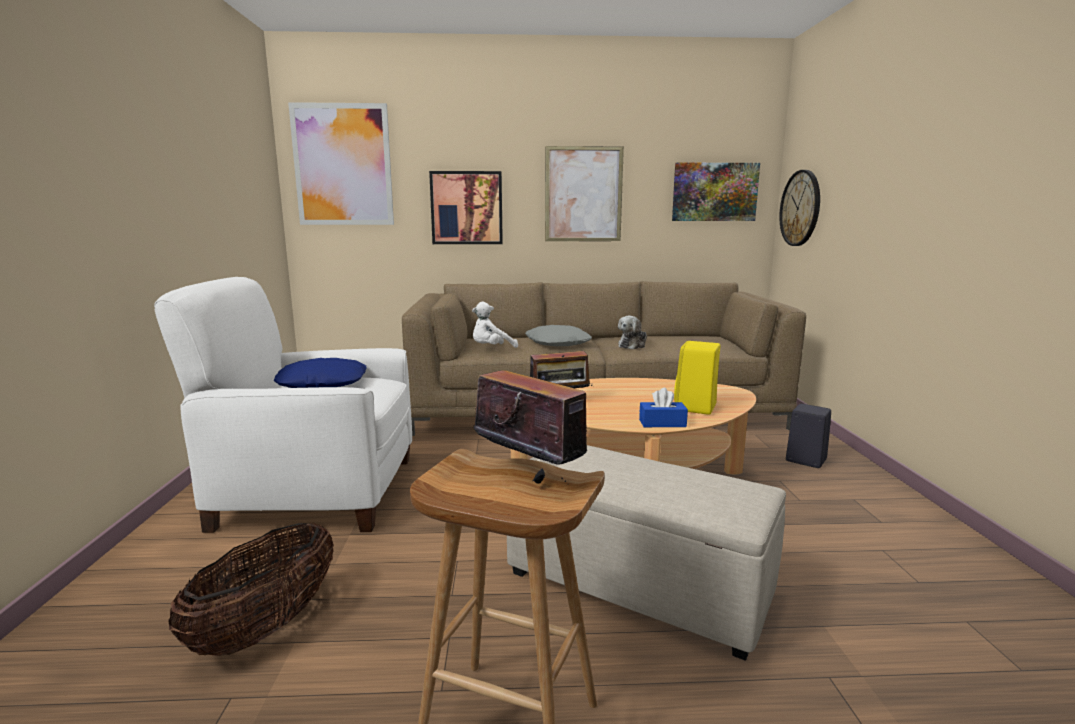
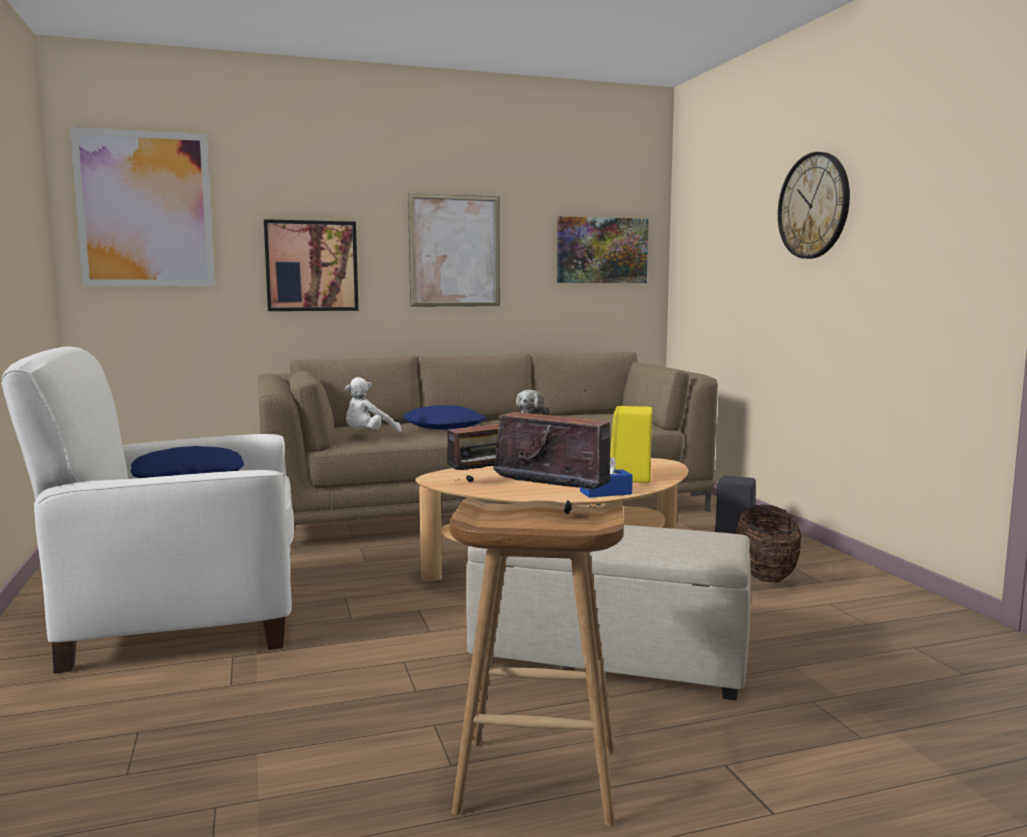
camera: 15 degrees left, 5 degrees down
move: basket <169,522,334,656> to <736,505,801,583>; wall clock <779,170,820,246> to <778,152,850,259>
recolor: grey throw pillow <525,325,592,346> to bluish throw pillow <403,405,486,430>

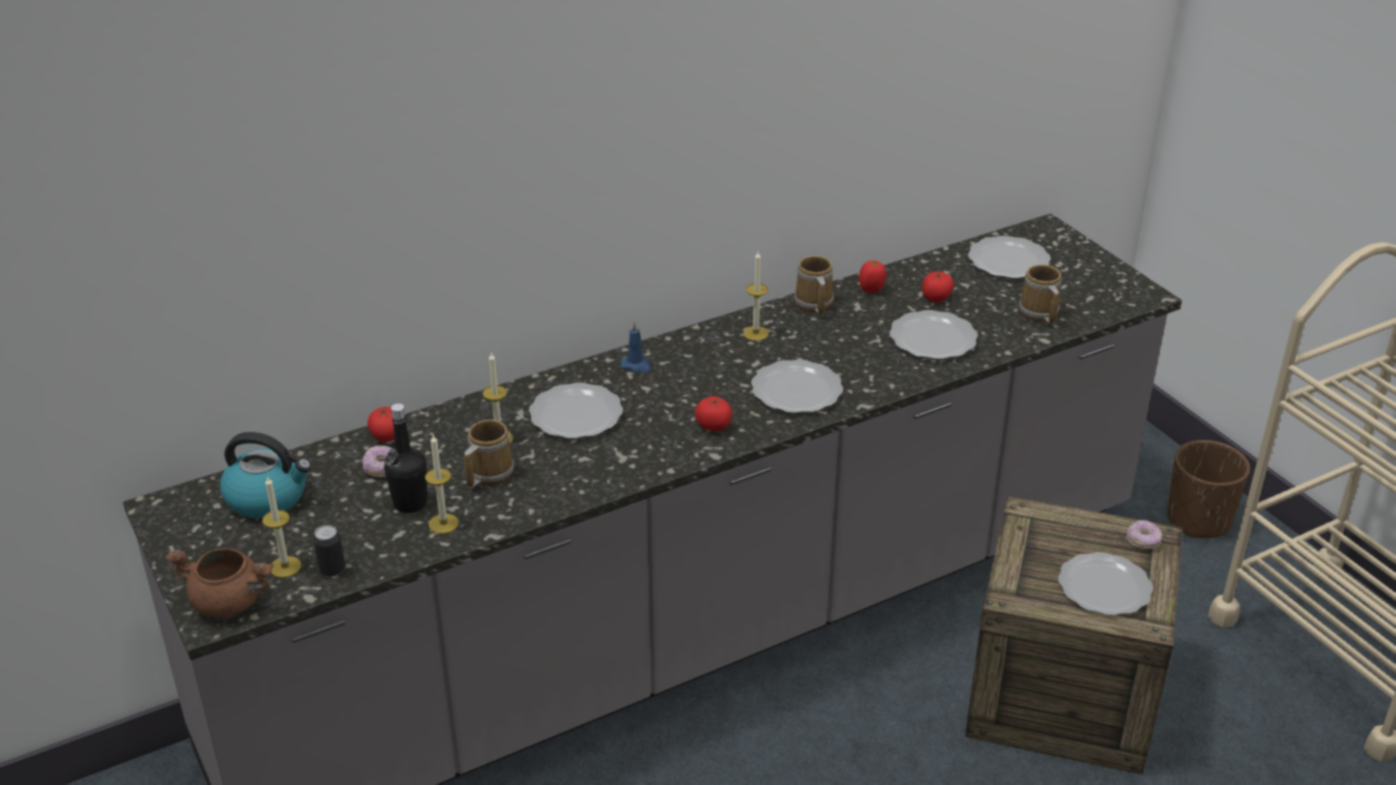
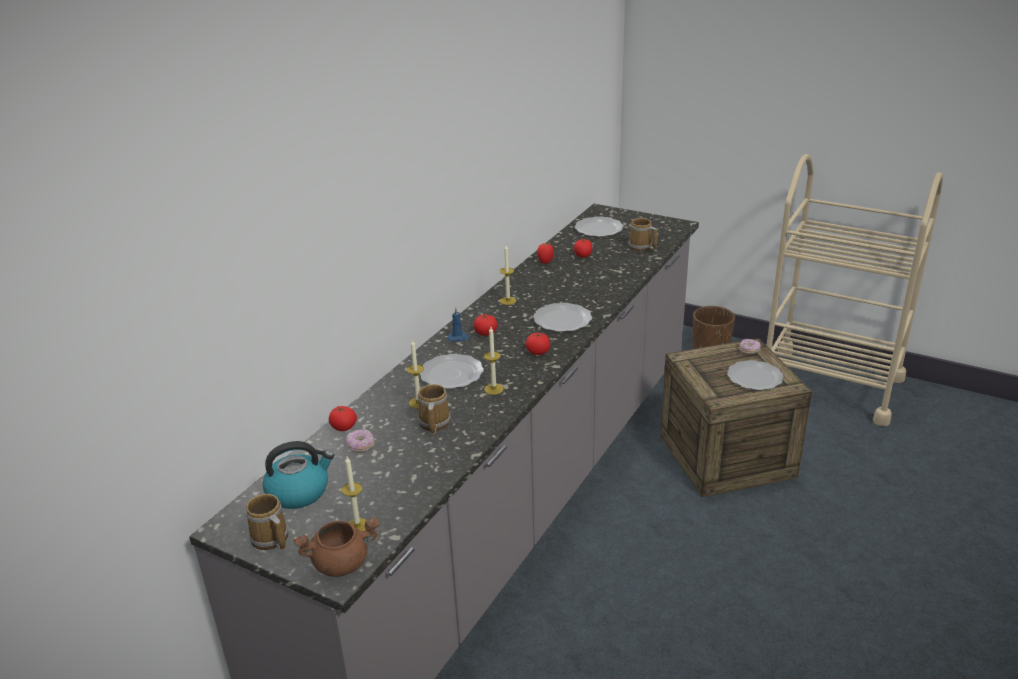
camera: 30 degrees left, 5 degrees down
delete: metal can <313,525,345,577>; black-coloured bottle <384,404,428,513>; plate <889,310,978,359>
insert: fresh tomato <474,315,497,336>
move: mug <794,256,834,315> to <246,494,288,550>; wax candle <425,435,459,534> to <484,327,504,395>

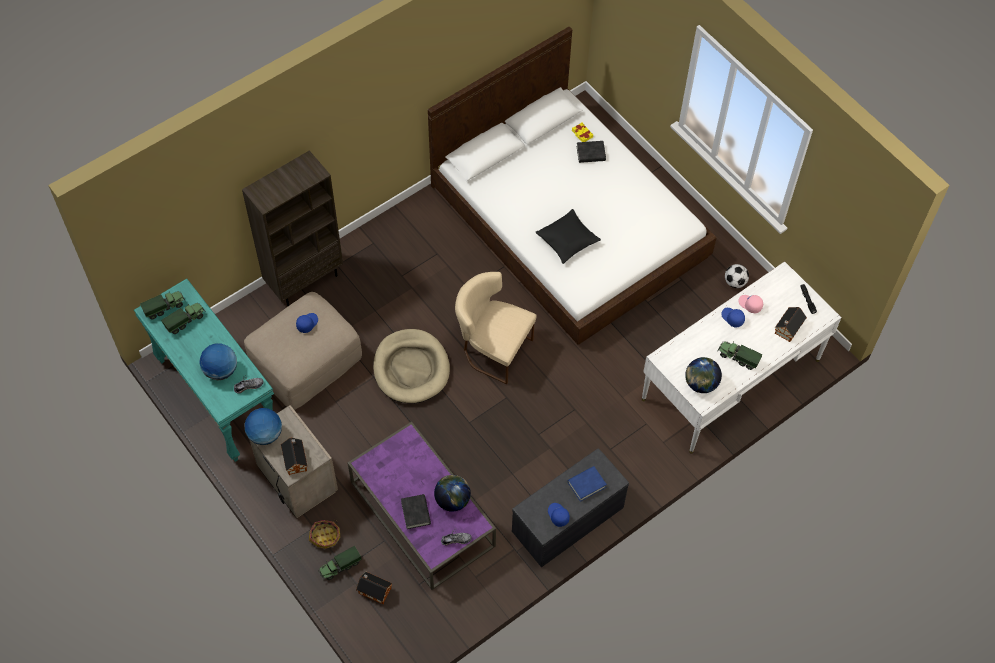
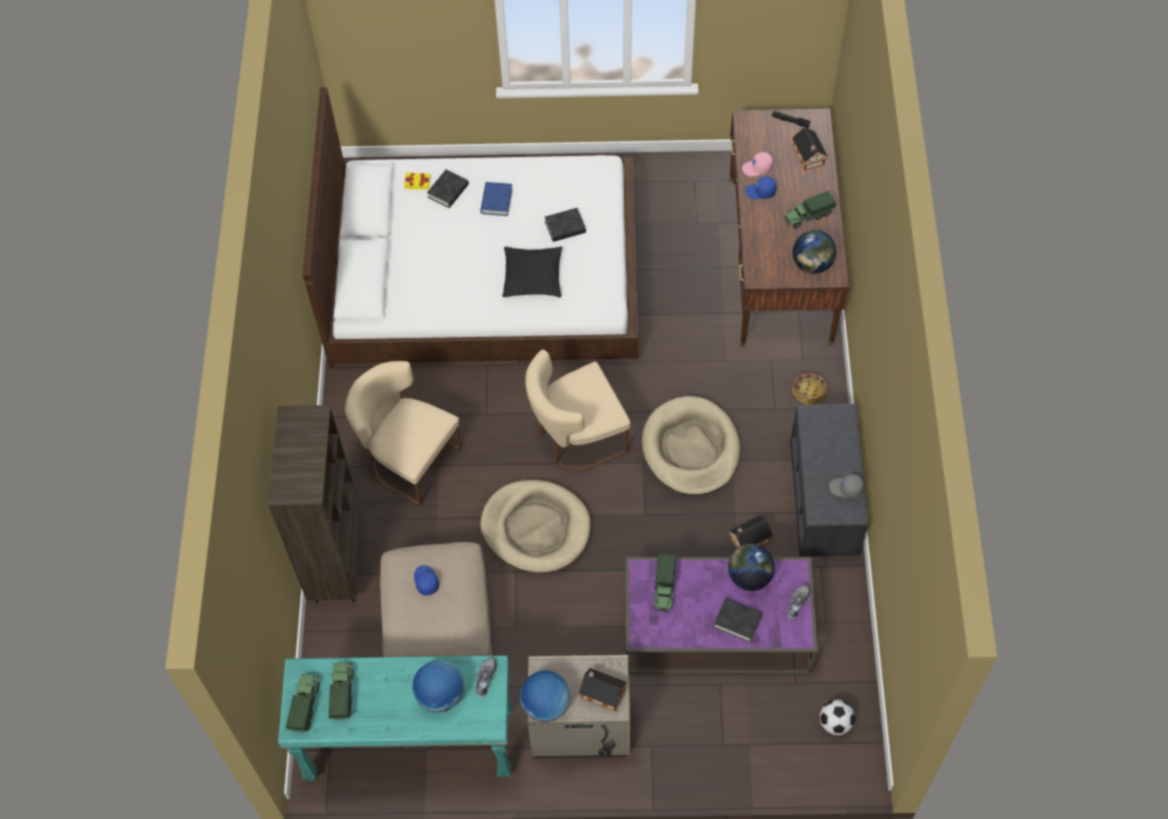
camera: 50 degrees left, 0 degrees up
insert: sand-coloured upright chair <345,361,462,506>; black-coloured volume <545,208,586,242>; sand-coloured dog cushion <642,396,740,495>
move: bluish volume <568,466,607,502> to <480,182,512,216>; model truck <318,546,362,580> to <653,555,676,612>; model house <356,572,392,604> to <729,515,773,548>; basket <309,520,340,549> to <792,372,829,404>; football <725,264,749,288> to <820,700,855,735>
recolor: whitish desk unit <642,261,842,454> to brown-coloured desk unit <729,109,849,347>; bluish peaked cap <548,503,570,527> to grey peaked cap <829,474,864,498>

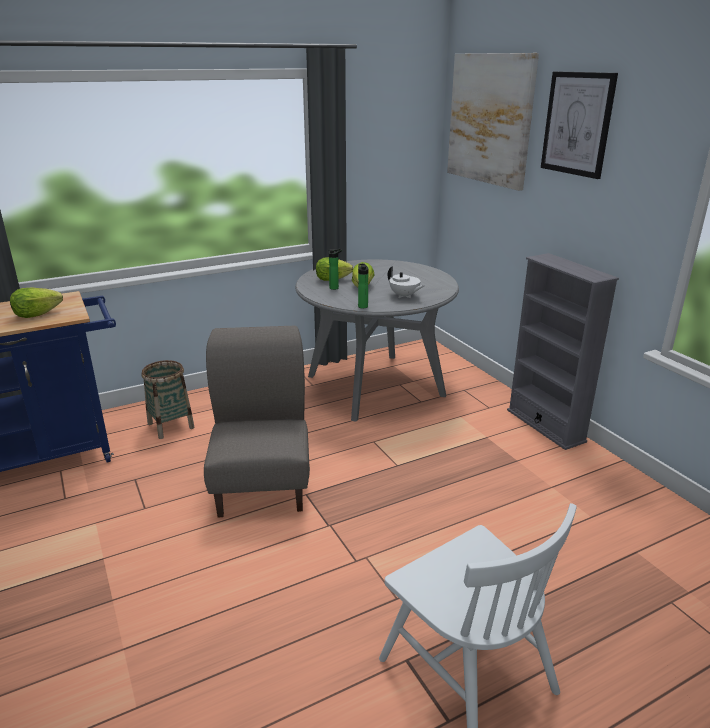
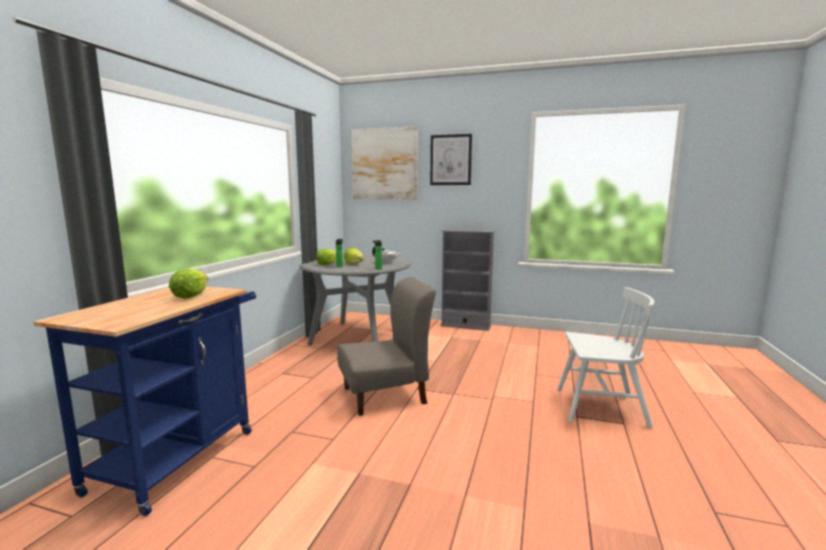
camera: 45 degrees left, 15 degrees down
delete: basket <141,360,194,439>
rotate: grey upright chair <204,326,310,518> = <337,277,436,416> 120 degrees clockwise

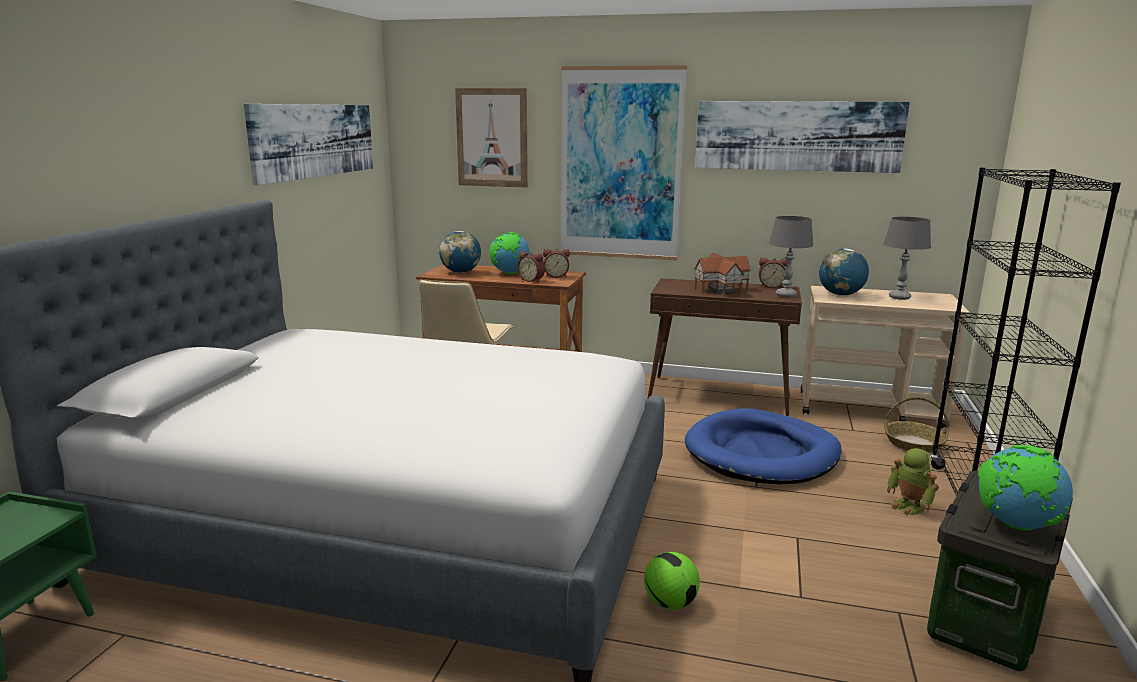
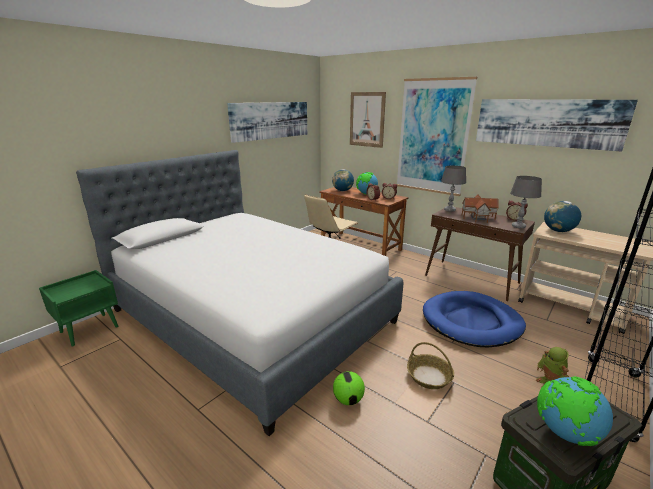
camera: 25 degrees right, 5 degrees up
move: basket <884,397,949,453> to <407,342,454,389>; grey tabletop lamp <884,217,931,300> to <441,166,466,212>

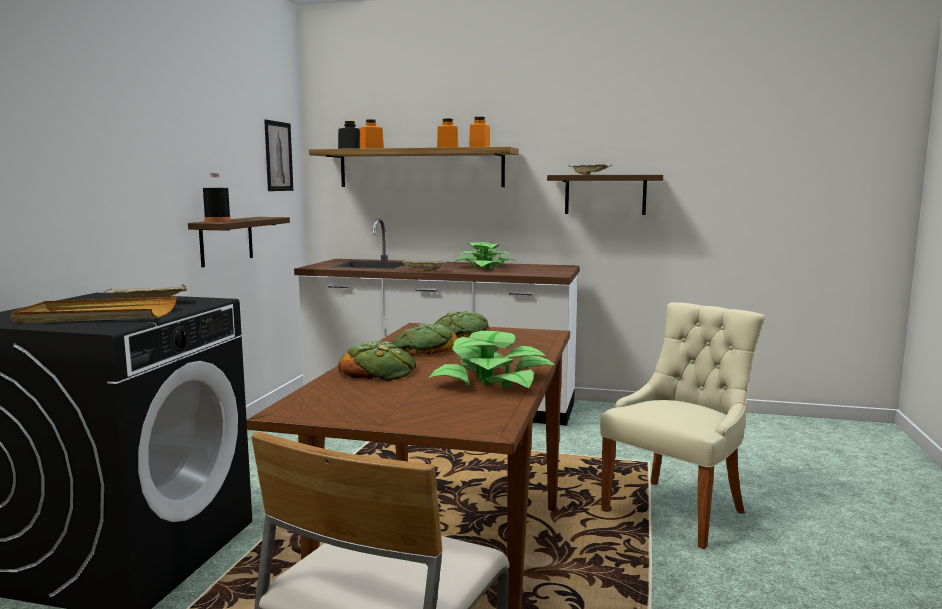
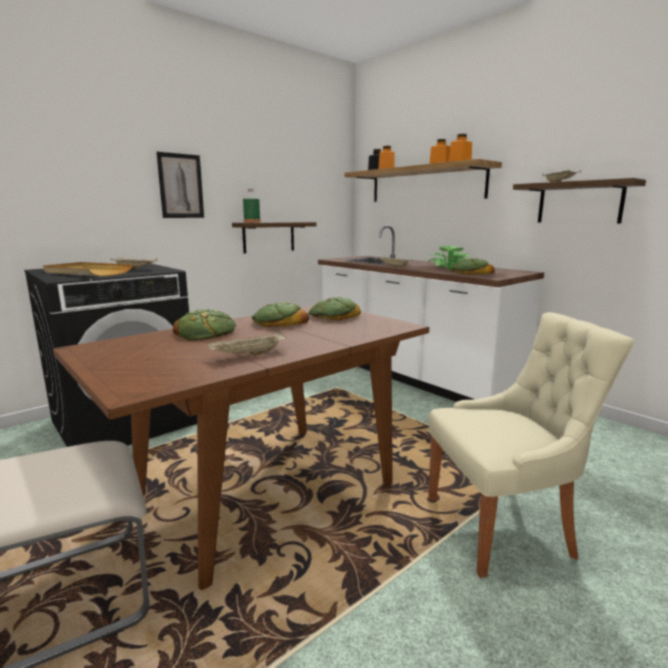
camera: 35 degrees right, 5 degrees up
insert: bakery bread <451,258,495,275>
move: wall picture <264,120,293,191> to <156,152,204,218>
replace: plant in a pot <429,331,555,388> to sand-coloured tray <207,332,287,356>
recolor: black-coloured bottle <203,173,231,222> to green-coloured bottle <243,189,261,223>

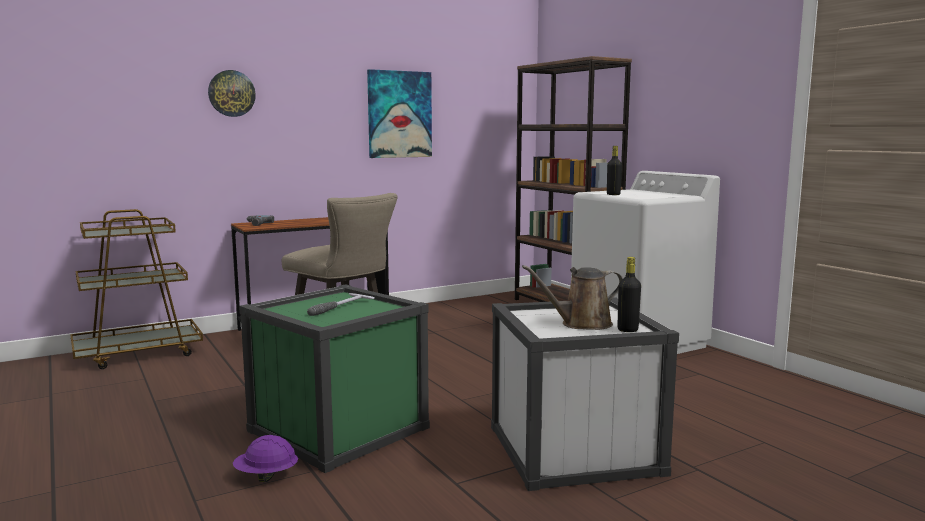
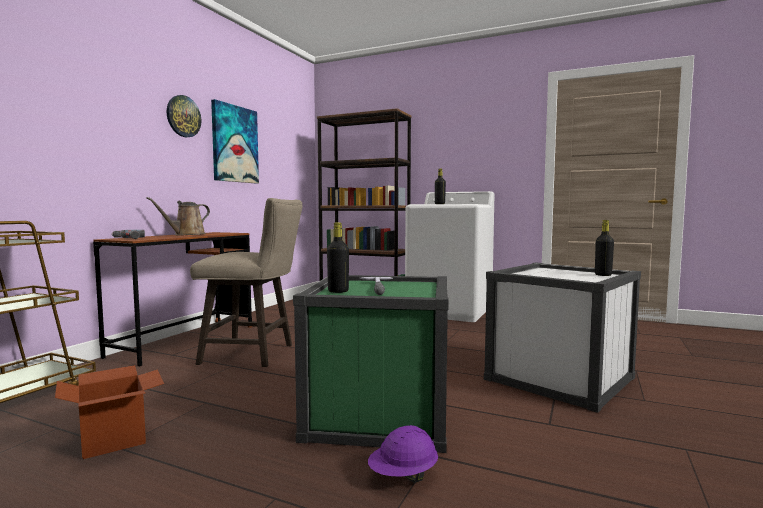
camera: 35 degrees left, 5 degrees down
insert: packing box <55,365,164,459>; black-coloured bottle <327,222,349,293>
move: brown-coloured sprinkling can <522,265,623,330> to <146,197,210,236>; wall clock <208,70,256,117> to <167,95,201,137>

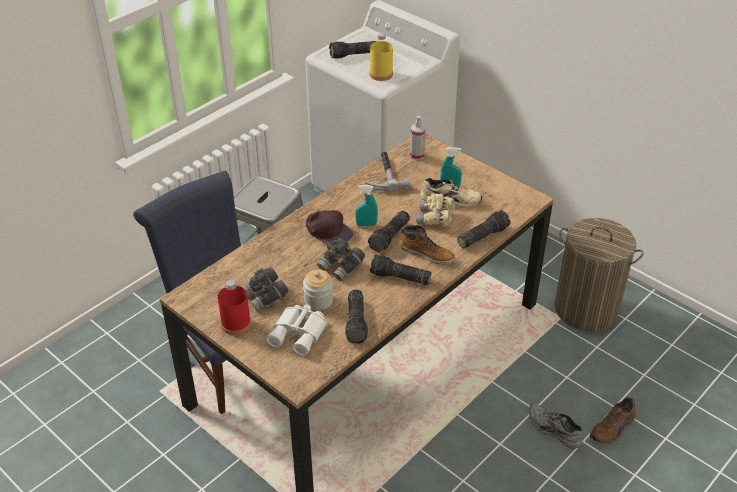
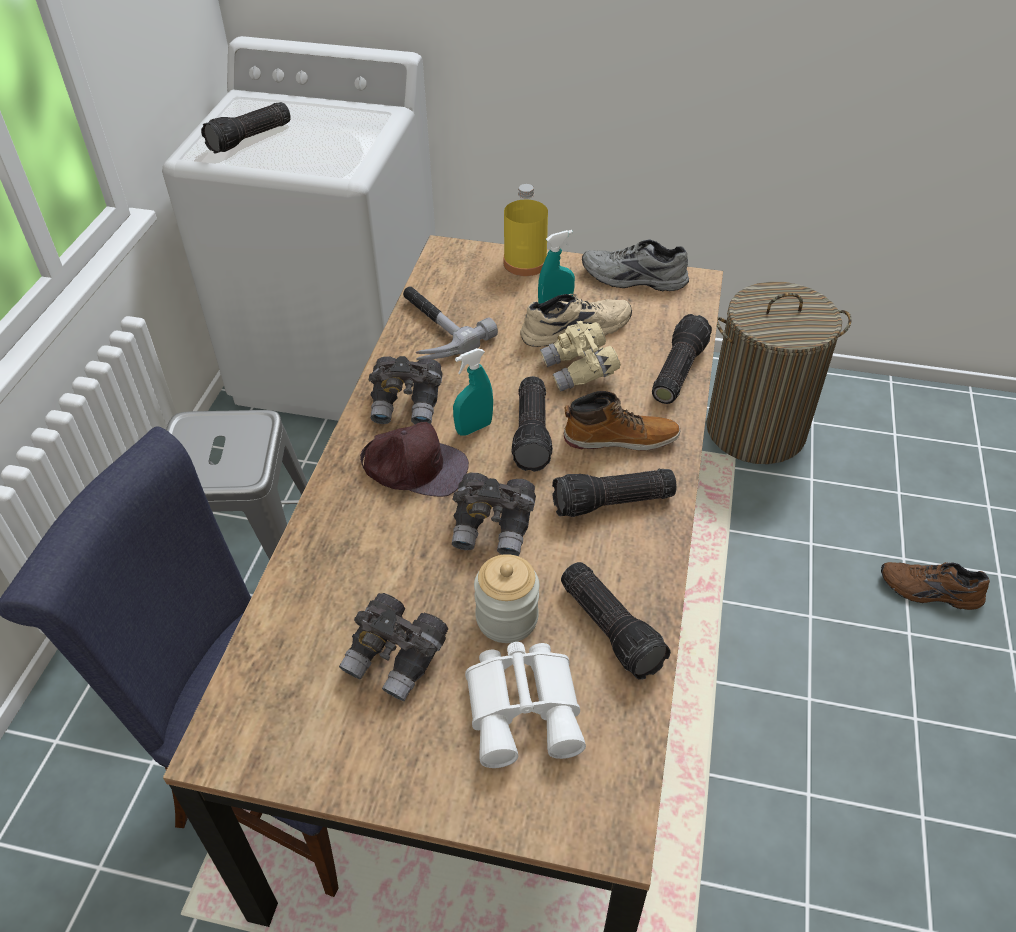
camera: 30 degrees left, 5 degrees up
delete: red bottle <218,280,251,335>; spray bottle <410,116,426,160>
insert: grey binoculars <368,356,442,424>
move: yellowish bottle <370,33,393,81> to <504,184,548,276>; grey shoe <529,404,583,449> to <582,239,689,291>
rotate: brown-coloured shoe <590,397,636,444> = <881,562,990,610> 90 degrees clockwise

